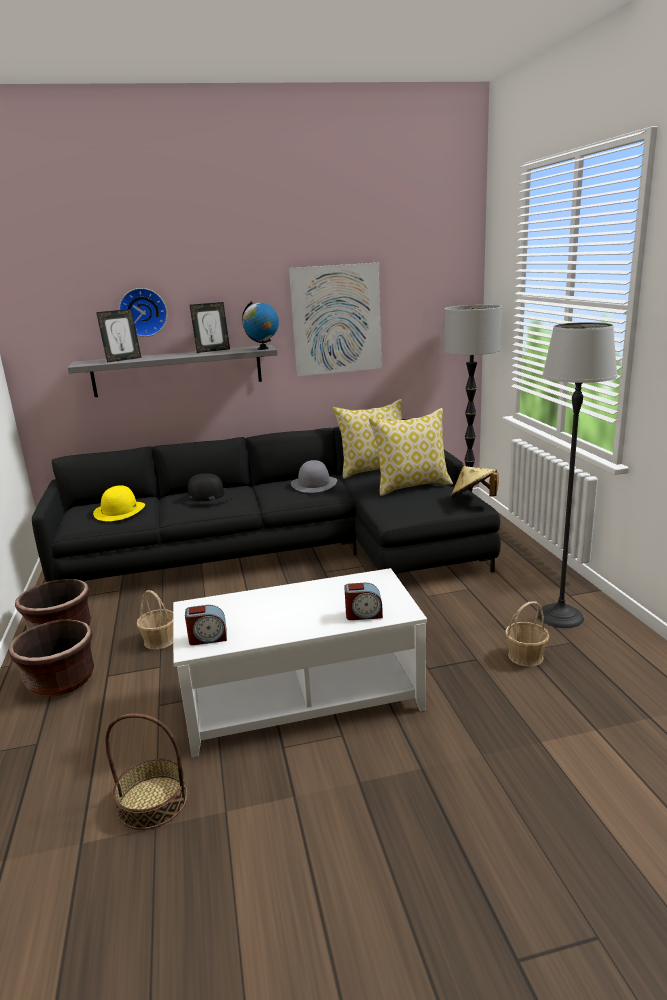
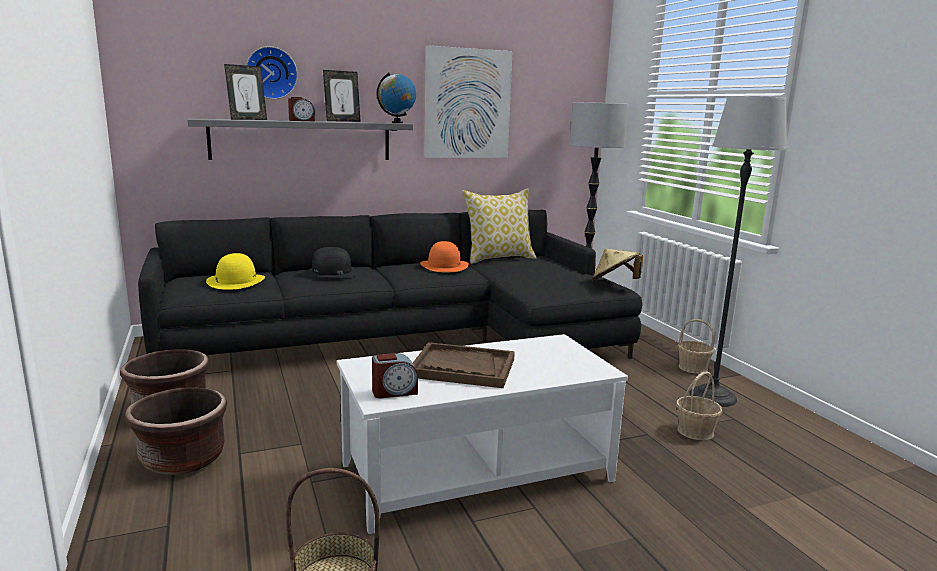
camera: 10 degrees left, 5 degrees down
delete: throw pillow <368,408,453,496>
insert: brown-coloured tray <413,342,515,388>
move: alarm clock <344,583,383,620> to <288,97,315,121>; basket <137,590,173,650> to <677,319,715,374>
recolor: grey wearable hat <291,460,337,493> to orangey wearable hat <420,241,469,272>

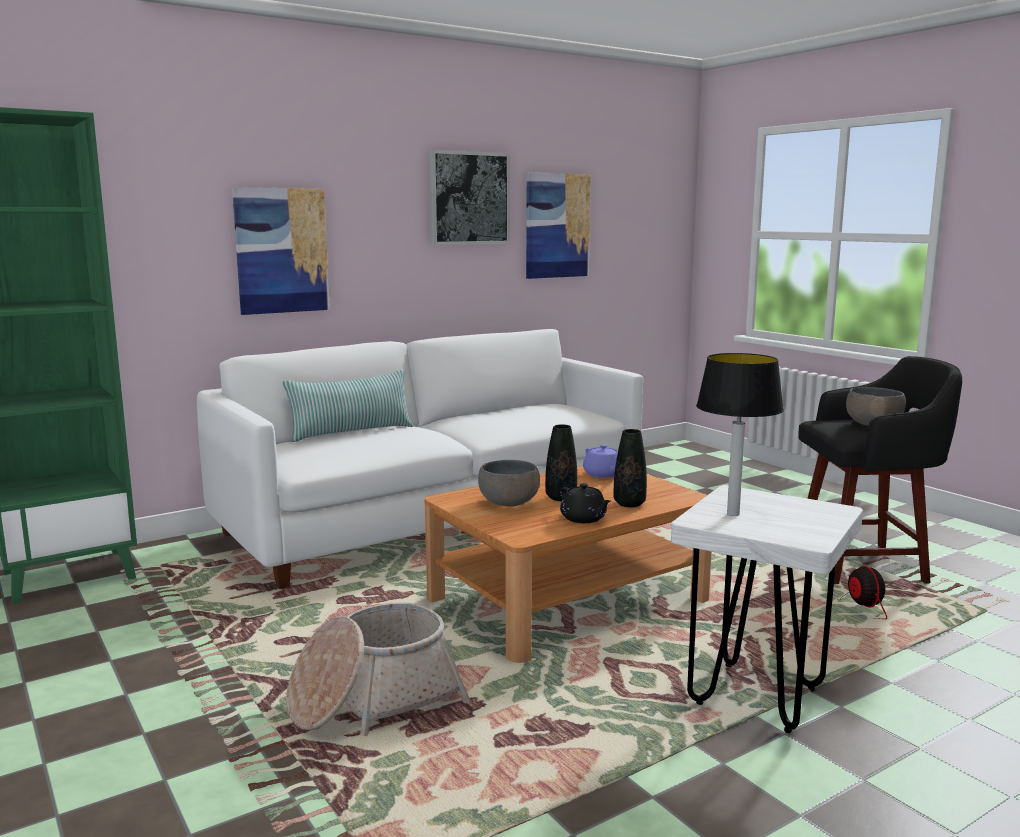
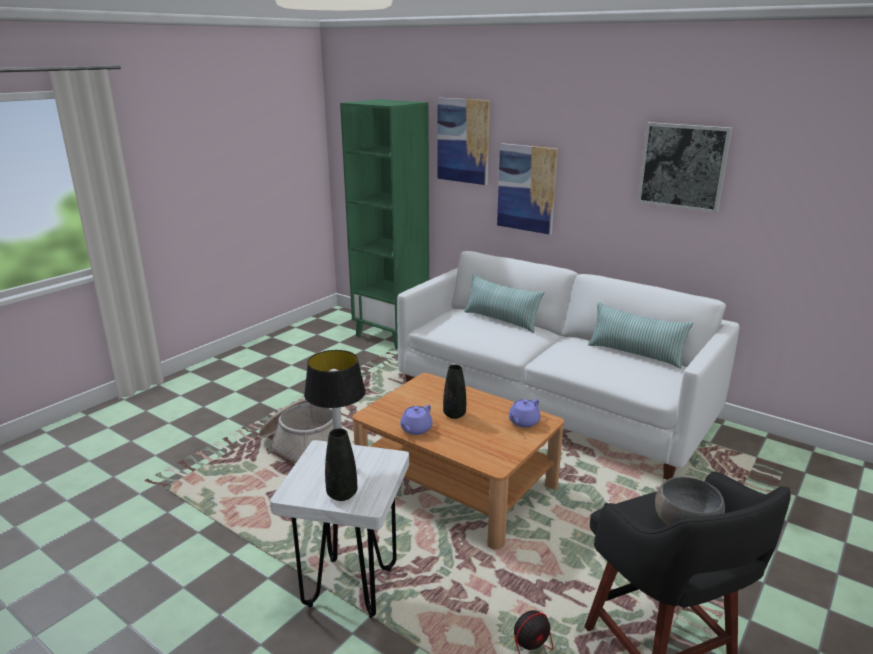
camera: 70 degrees right, 10 degrees up
delete: grey deep dish <478,460,540,506>
insert: throw pillow <588,302,693,369>
move: black-coloured flower vase <614,429,647,507> to <325,428,357,501>; wall picture <526,173,591,279> to <438,98,490,185>
recolor: black-coloured tea pot <560,483,611,523> to purplish tea pot <400,405,433,435>

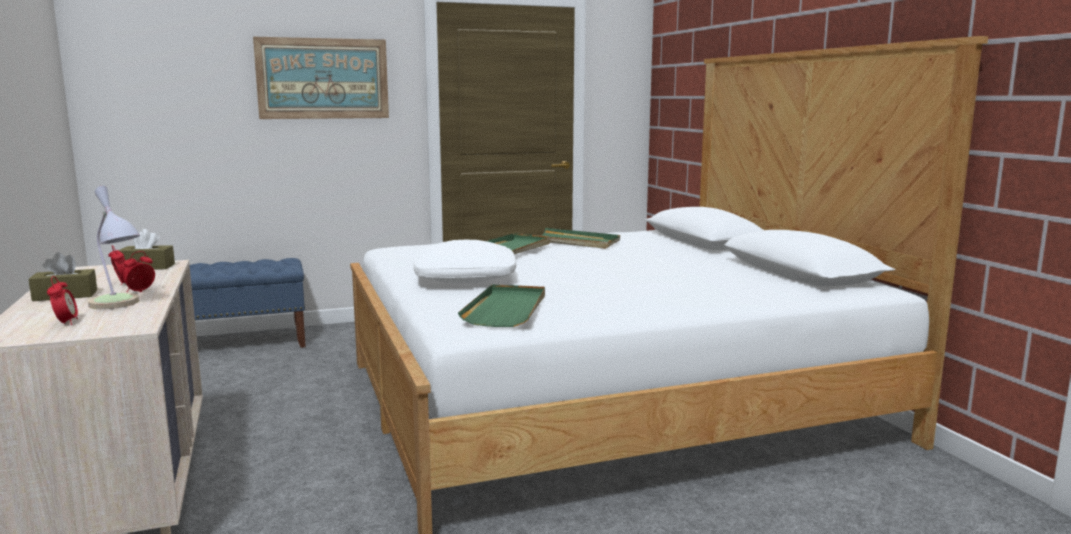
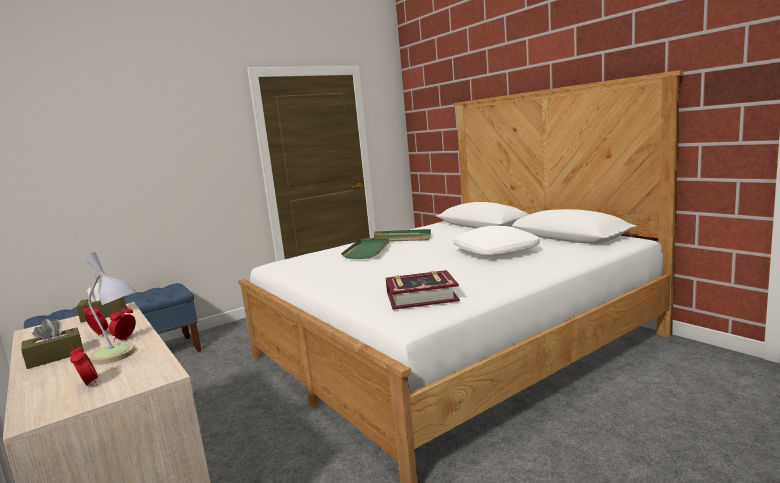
camera: 15 degrees left, 0 degrees up
delete: wall picture <253,37,389,119>
move: whitish throw pillow <413,240,516,284> to <453,226,539,257>
replace: green-coloured tray <458,285,545,327> to volume <386,270,460,310>

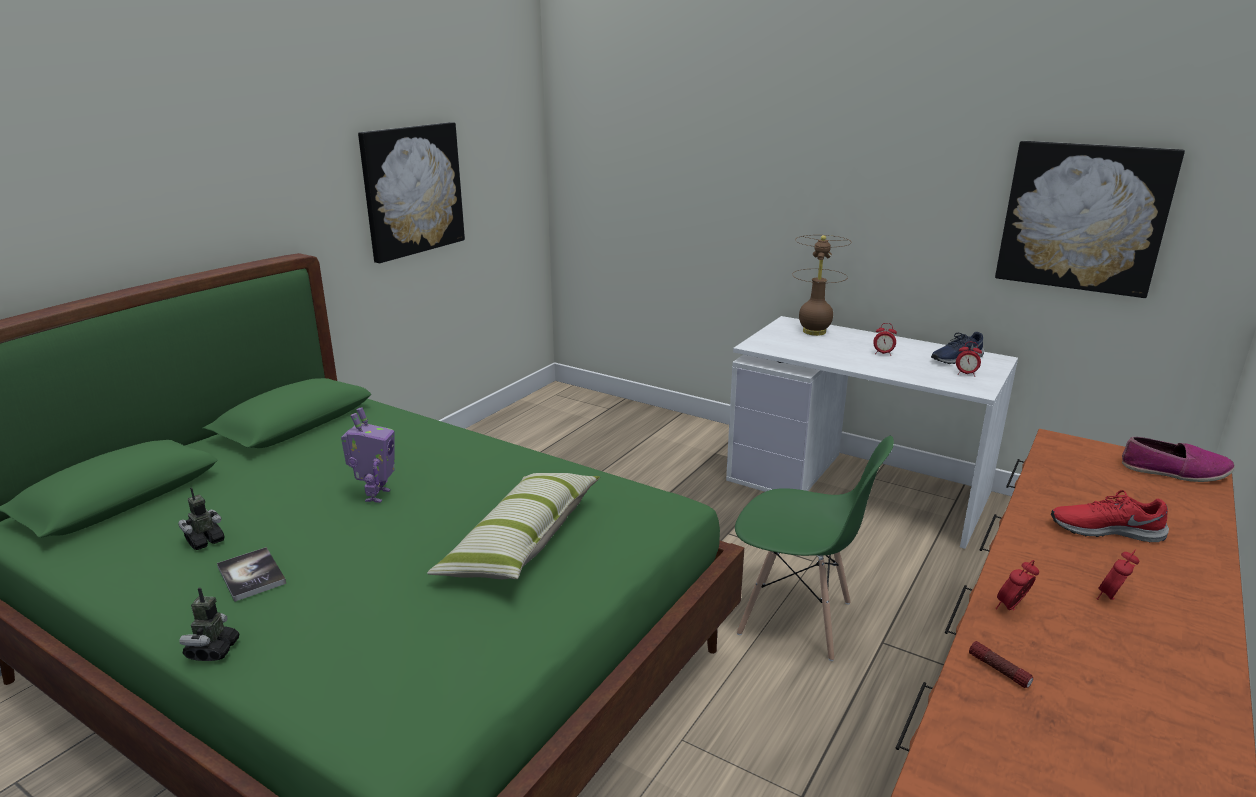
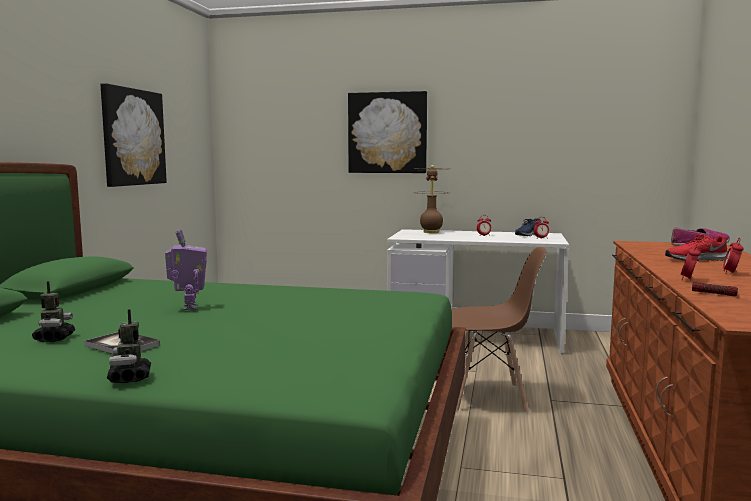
camera: 20 degrees left, 15 degrees down
delete: throw pillow <427,473,600,579>
move: wall picture <995,141,1185,298> to <348,91,427,173>
recolor: green-coloured upright chair <735,436,894,661> to brown-coloured upright chair <452,247,546,413>
rotate: robot figure <178,487,225,550> = <32,281,75,342> 150 degrees clockwise

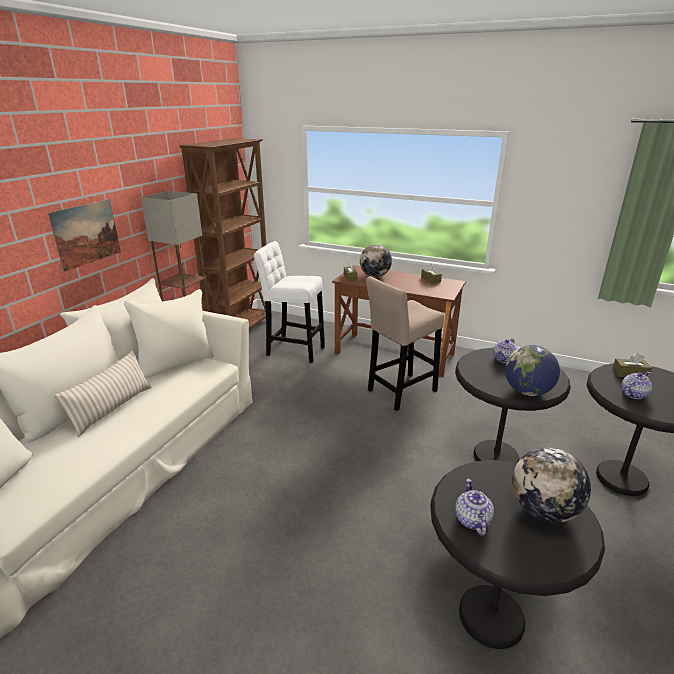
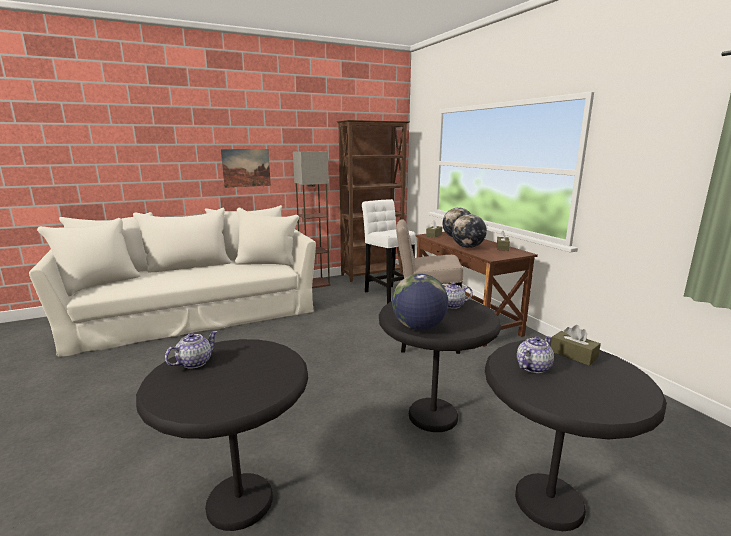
camera: 40 degrees right, 10 degrees down
delete: sand-coloured throw pillow <54,351,152,437>
move: globe <512,447,591,523> to <452,214,487,248>
rotate: tea pot <621,372,652,399> = <517,336,554,373> 45 degrees counterclockwise

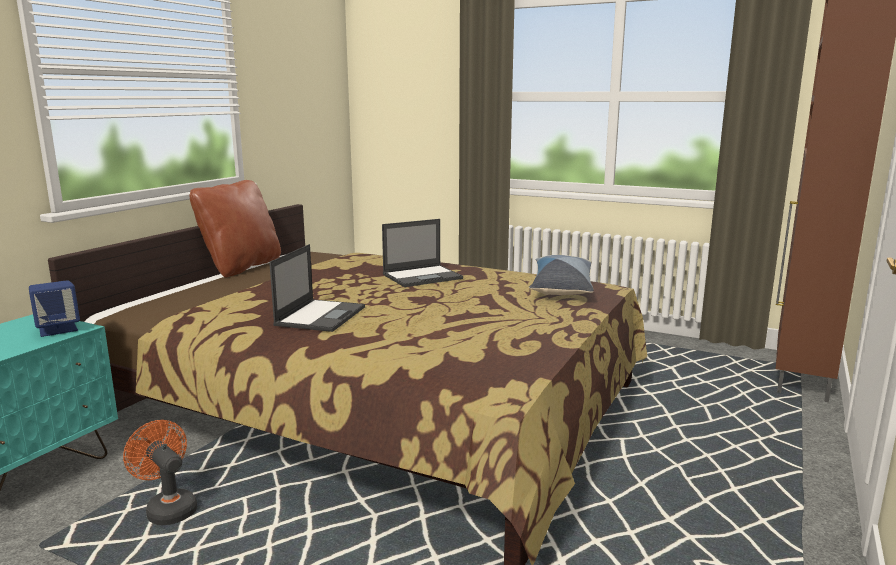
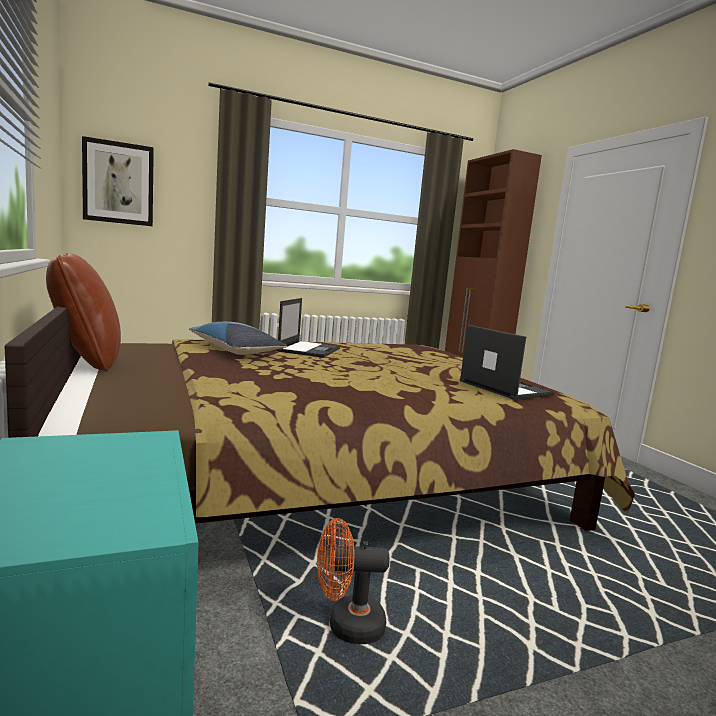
camera: 50 degrees left, 5 degrees down
delete: bluish loudspeaker <29,280,80,337>
insert: wall picture <82,136,154,226>
move: throw pillow <529,255,594,295> to <189,322,287,355>; notebook computer <269,244,365,332> to <460,325,555,400>

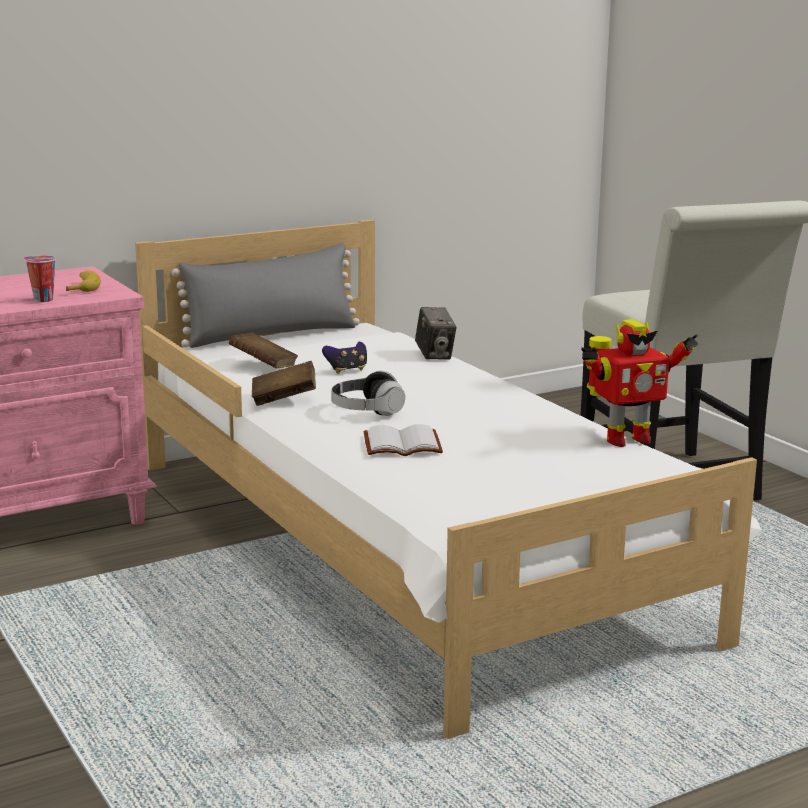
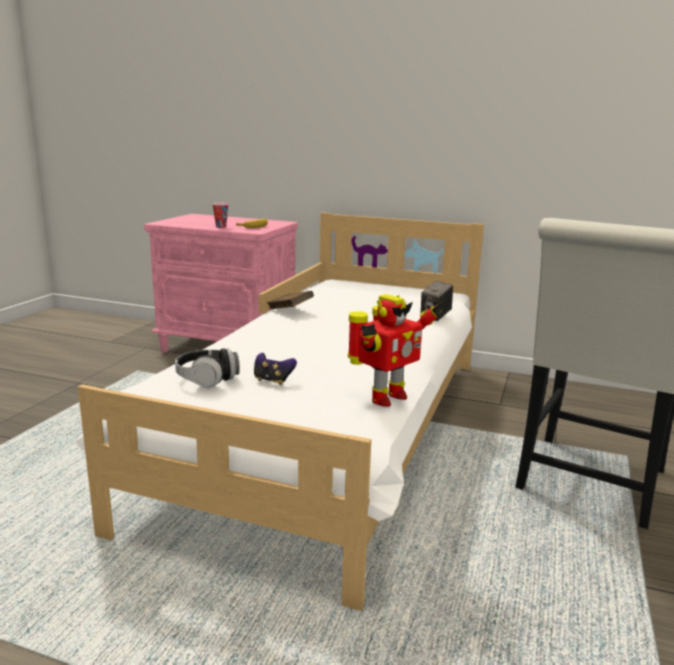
camera: 50 degrees right, 0 degrees up
delete: grey throw pillow <172,243,360,348>; brown-coloured volume <229,333,298,368>; whitish volume <364,424,443,456>
move: headphones <331,371,405,416> to <175,348,240,388>; game controller <322,342,367,374> to <254,353,297,385>
rotate: robot figure <581,319,698,447> = <348,294,442,407> 75 degrees counterclockwise

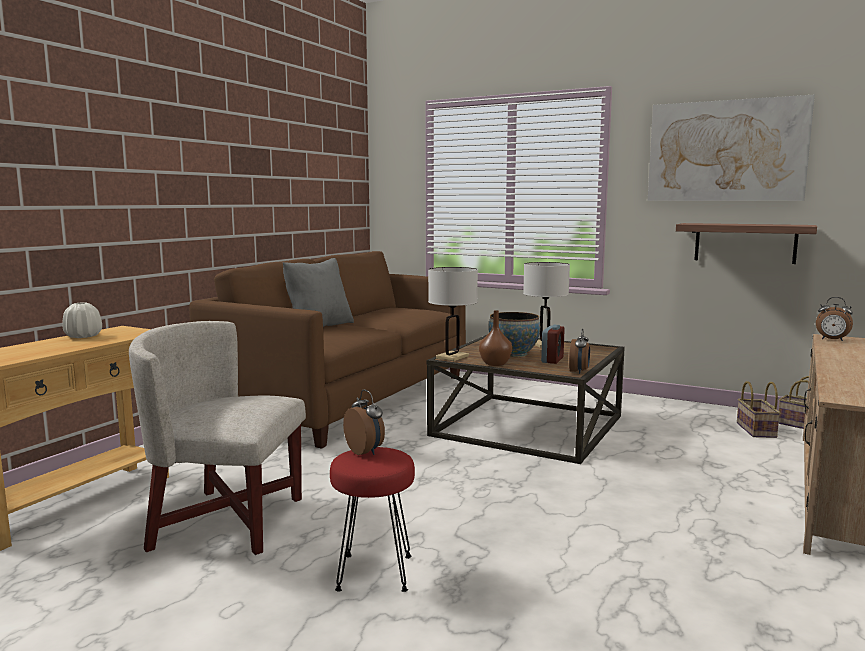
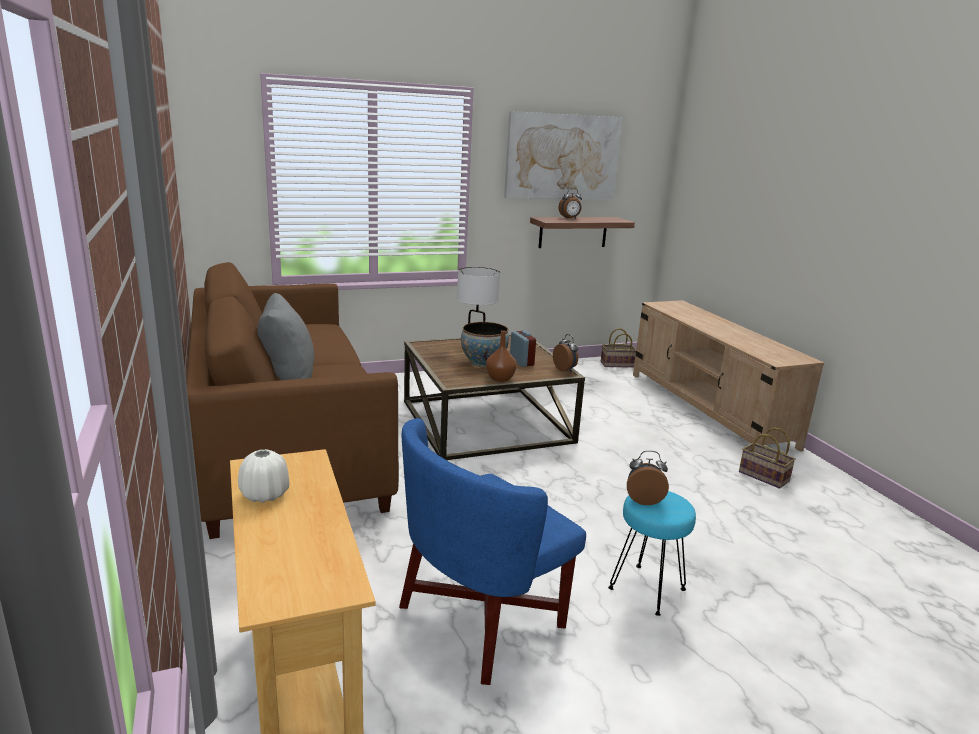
camera: 50 degrees left, 10 degrees up
delete: whitish tabletop lamp <428,267,478,361>
move: alarm clock <816,297,853,341> to <559,188,582,219>; basket <737,381,780,438> to <739,428,796,489>
recolor: whitish lounge chair <129,321,306,555> to bluish lounge chair <399,418,586,685>; red stool seat <330,447,415,592> to turquoise stool seat <608,491,696,616>

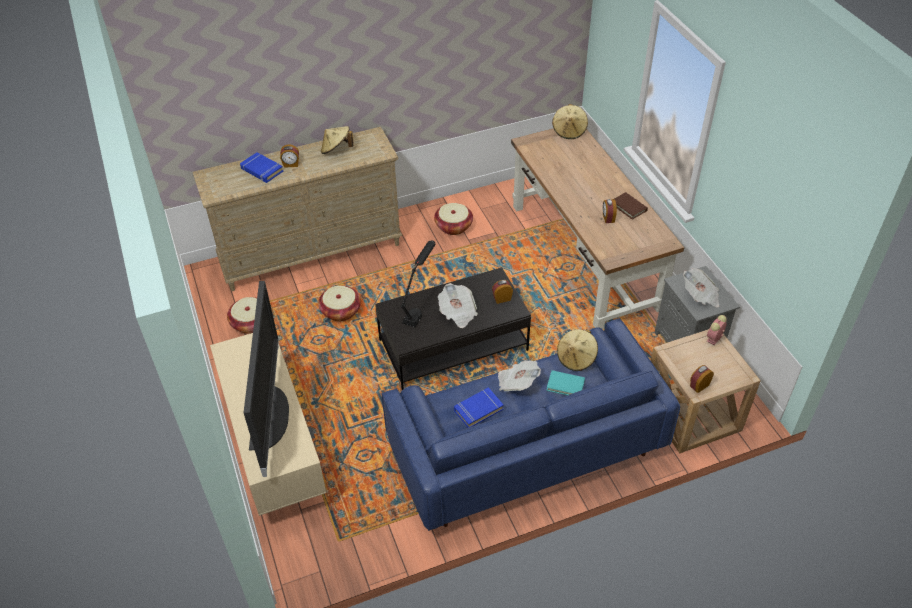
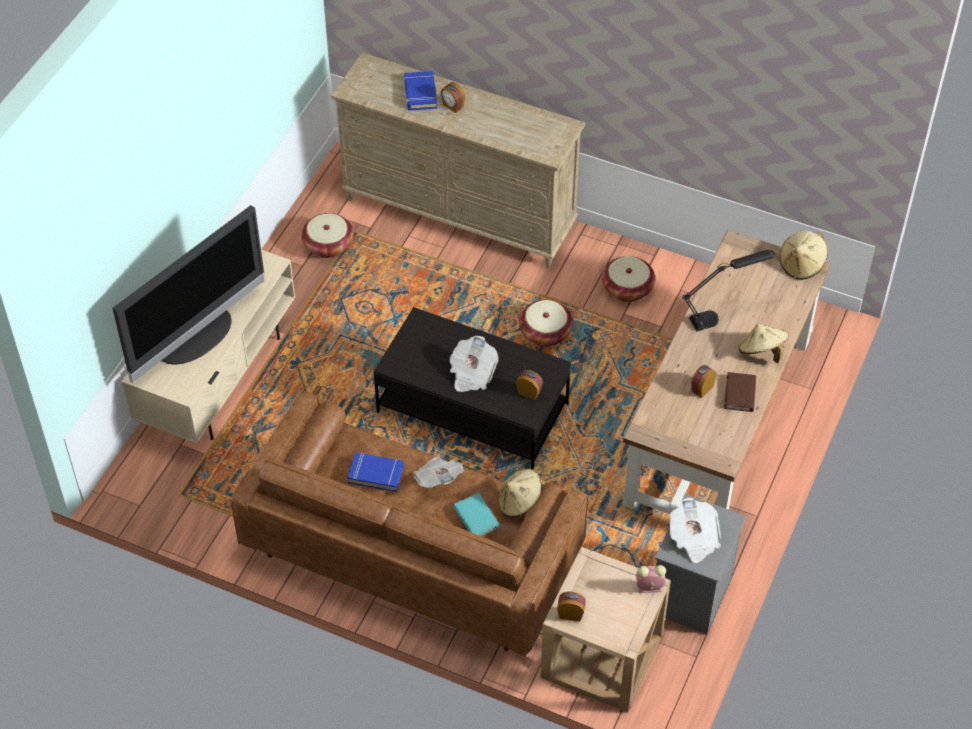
camera: 45 degrees right, 5 degrees up
move: basket <318,286,361,321> to <519,300,573,347>; black-coloured tabletop lamp <401,240,436,327> to <682,250,775,331>; sand-coloured wearable hat <321,126,353,154> to <738,324,789,363>
recolor: bluish couch <382,319,680,531> to brown-coloured couch <231,390,589,657>

